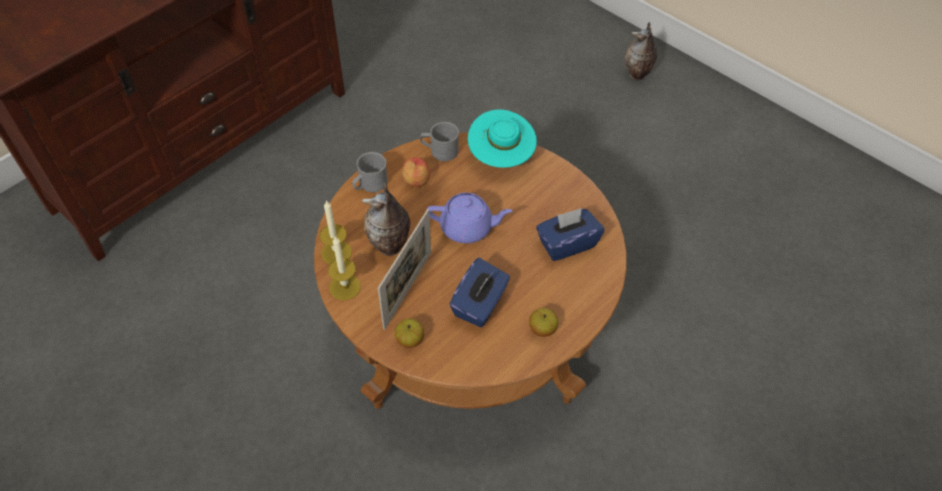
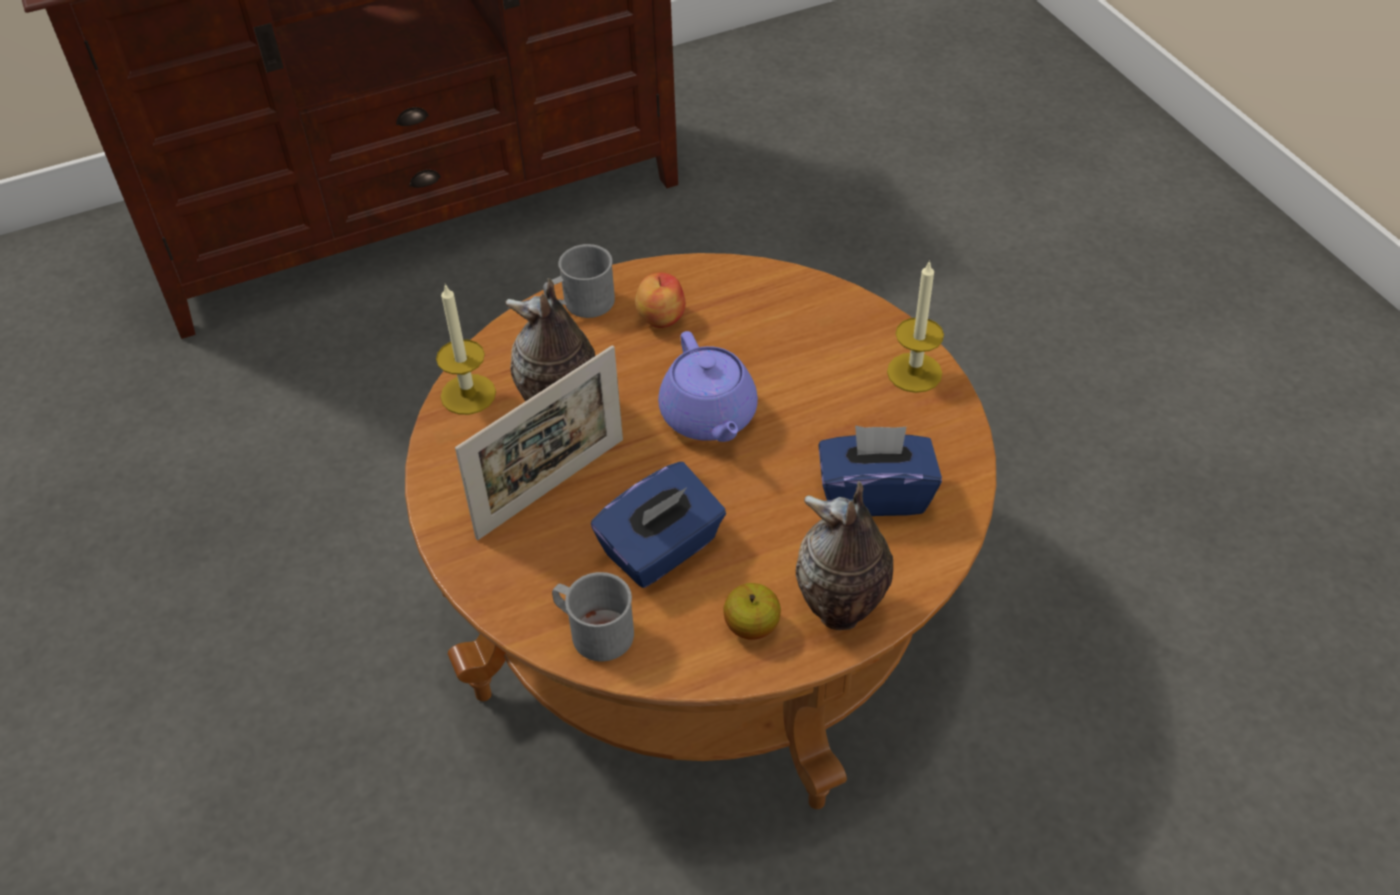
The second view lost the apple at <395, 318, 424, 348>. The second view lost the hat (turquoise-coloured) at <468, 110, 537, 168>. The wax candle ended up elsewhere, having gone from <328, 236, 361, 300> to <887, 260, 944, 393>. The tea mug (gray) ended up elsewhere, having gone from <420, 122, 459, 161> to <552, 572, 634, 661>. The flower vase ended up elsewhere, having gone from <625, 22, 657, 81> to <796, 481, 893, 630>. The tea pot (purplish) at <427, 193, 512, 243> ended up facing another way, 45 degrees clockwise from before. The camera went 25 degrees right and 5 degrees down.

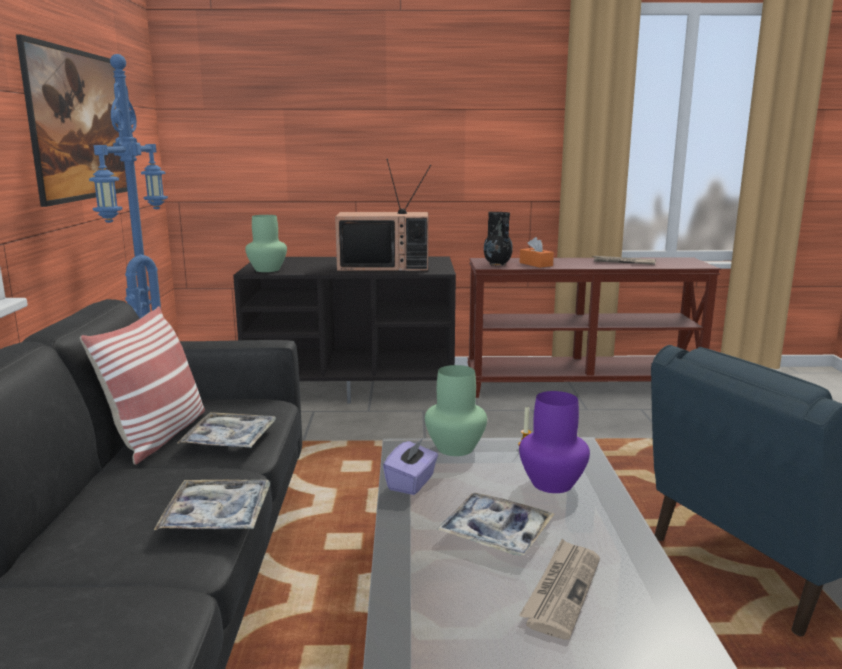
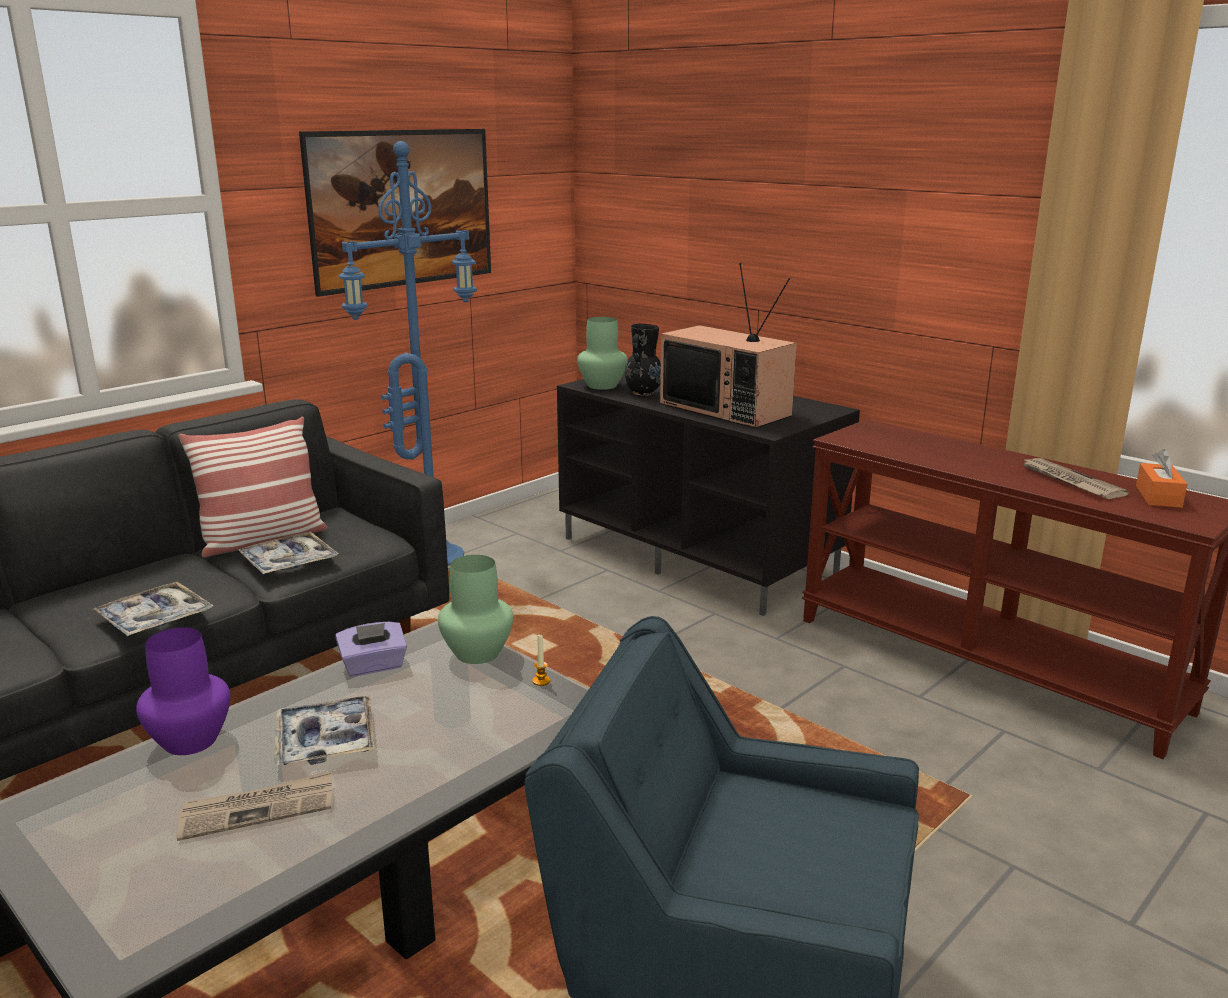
The flower vase (black) ended up elsewhere, having gone from <484, 211, 513, 266> to <625, 323, 661, 396>. The flower vase (purplish) ended up elsewhere, having gone from <519, 391, 590, 493> to <136, 627, 230, 755>. The tissue holder (orange-coloured) ended up elsewhere, having gone from <520, 237, 554, 268> to <1136, 449, 1187, 508>. The camera went 45 degrees right and 5 degrees up.

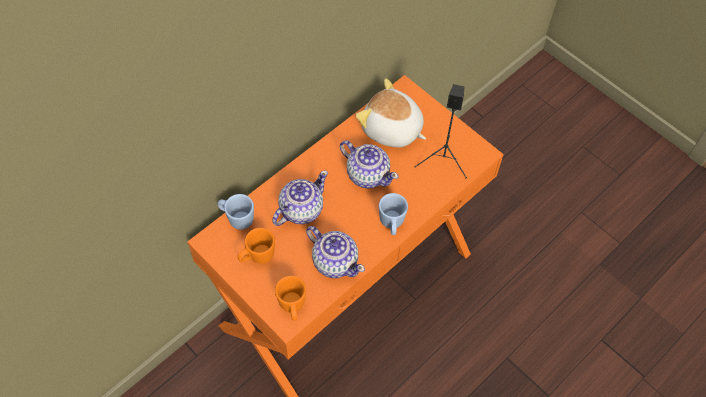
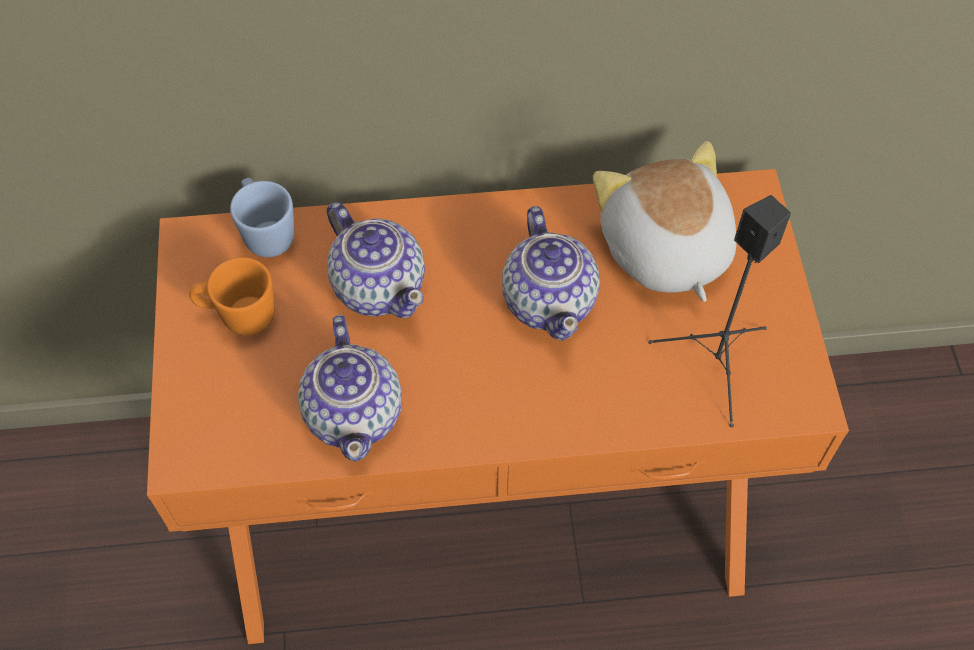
The second view lost the tea mug (orange-coloured) at <275, 276, 306, 321>. The second view lost the tea mug (blue-coloured) at <379, 193, 408, 235>. The tea pot at <272, 171, 328, 226> ended up facing another way, 60 degrees clockwise from before. The camera went 40 degrees right and 0 degrees up.

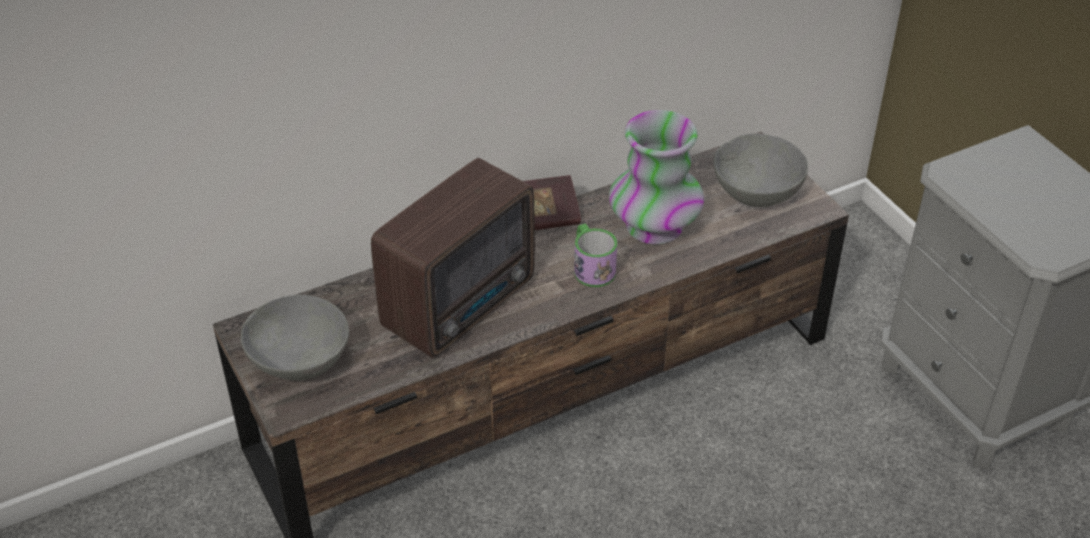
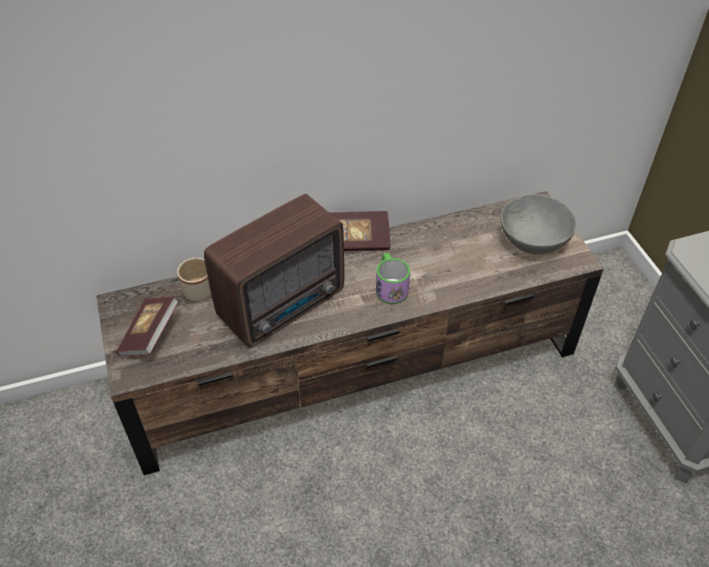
The second view lost the flower vase at <609, 110, 704, 244>. The second view gained the tea mug (beige-coloured) at <177, 258, 211, 302>. Where the deep dish (gray) stood at <241, 295, 349, 381>, the bound book came to stand at <116, 296, 179, 357>. The camera went 10 degrees right and 5 degrees up.

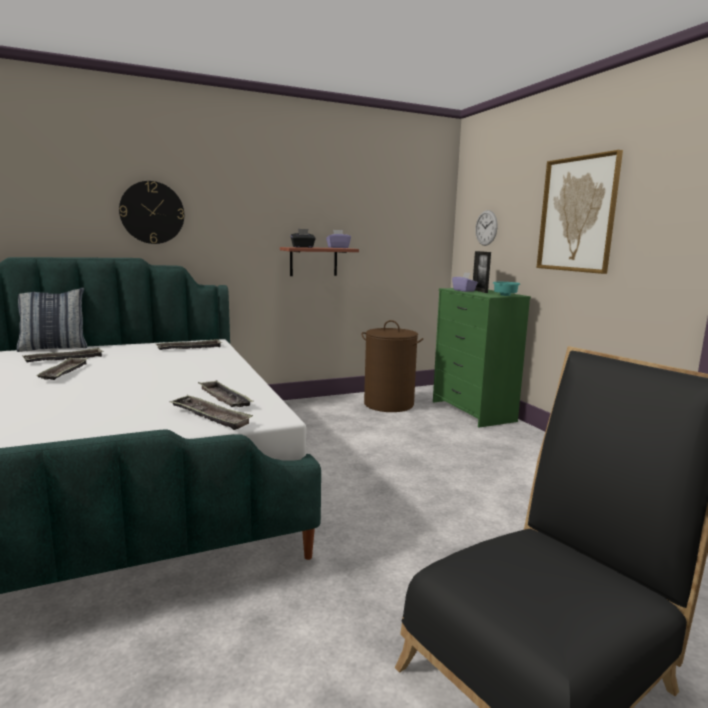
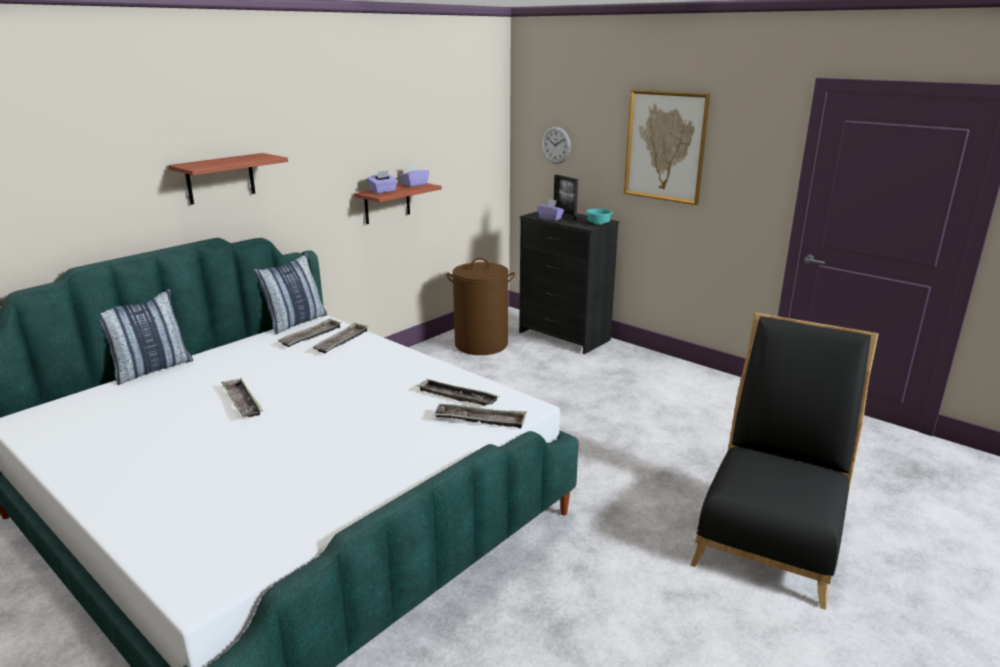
The second view gained the cushion at <254, 253, 327, 335>. The tray ended up elsewhere, having gone from <22, 348, 104, 363> to <312, 322, 368, 353>. Where the clock on the wall hung at <119, 181, 184, 244>, the shelf came to hang at <168, 153, 288, 205>. What was the tissue holder (black) at <291, 229, 316, 248> turned into the tissue holder (purplish) at <367, 171, 398, 194>. What was the dresser (green-coloured) at <433, 288, 531, 428> turned into the dresser (black) at <519, 211, 619, 354>. The camera went 25 degrees left and 10 degrees up.

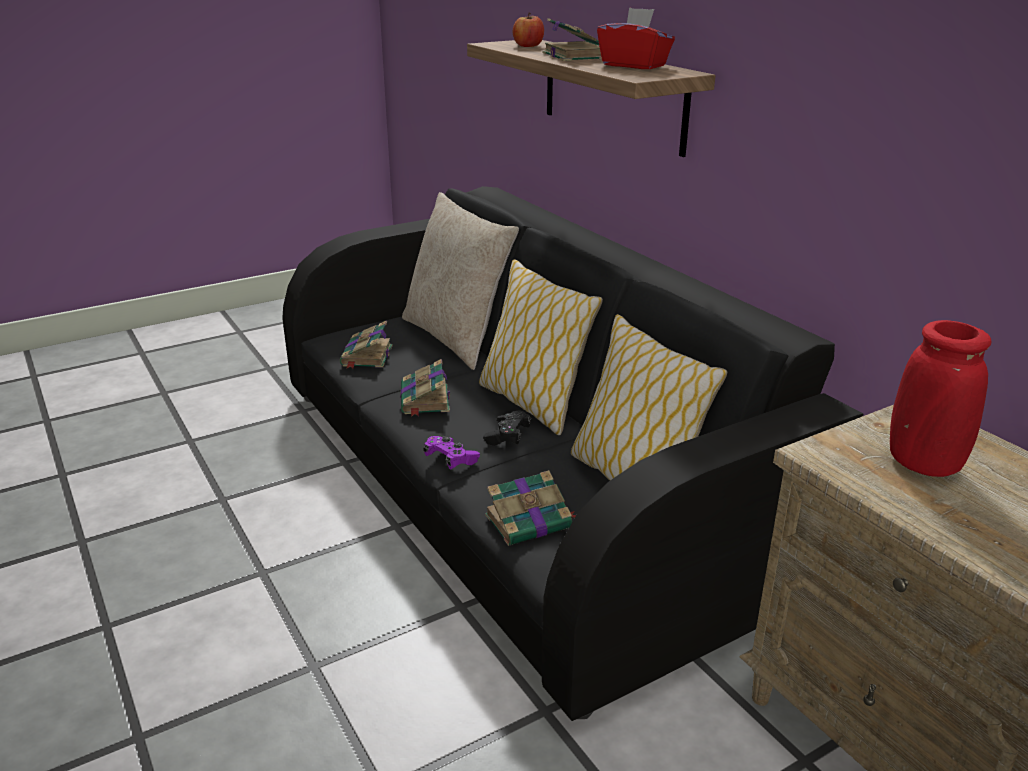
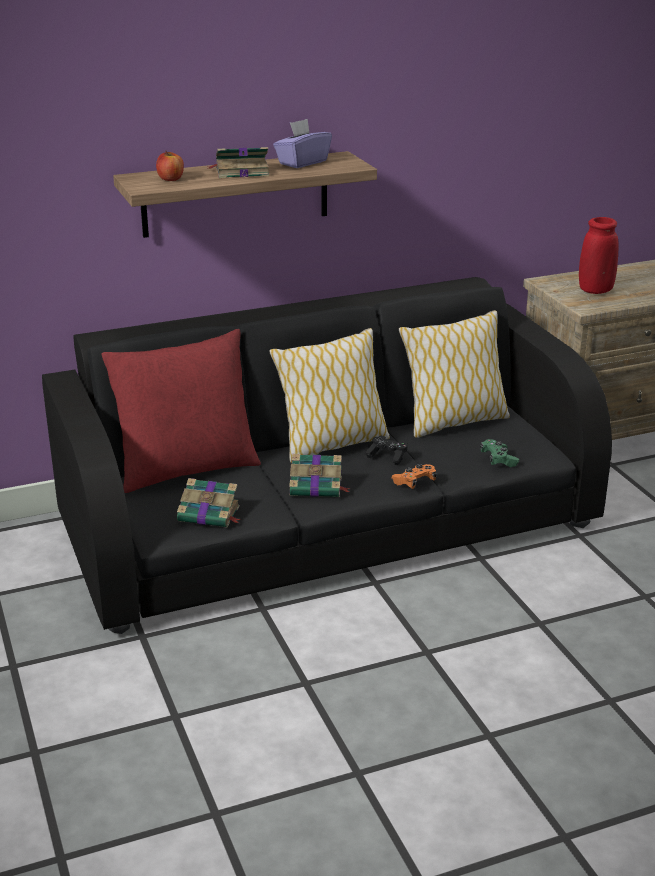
Where the bound book stood at <485, 470, 576, 546>, the game controller (green-coloured) came to stand at <480, 439, 519, 467>. What was the cushion (beige-coloured) at <402, 192, 519, 370> turned into the cushion (red) at <101, 329, 261, 493>. What was the game controller (purplish) at <423, 436, 480, 470> turned into the game controller (orange-coloured) at <392, 464, 437, 489>. What was the tissue holder (red) at <597, 7, 675, 69> turned into the tissue holder (purplish) at <273, 119, 332, 168>. The camera went 80 degrees left and 0 degrees up.

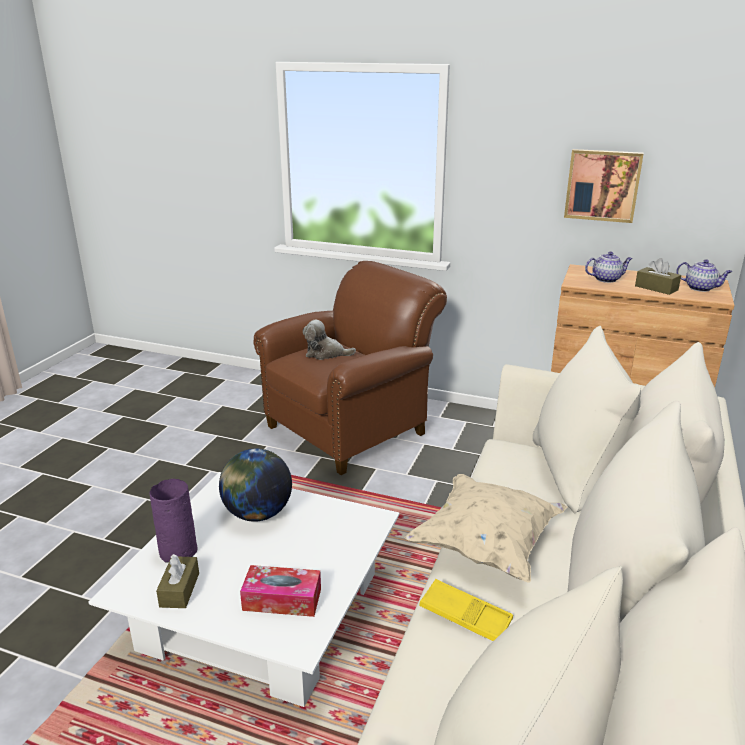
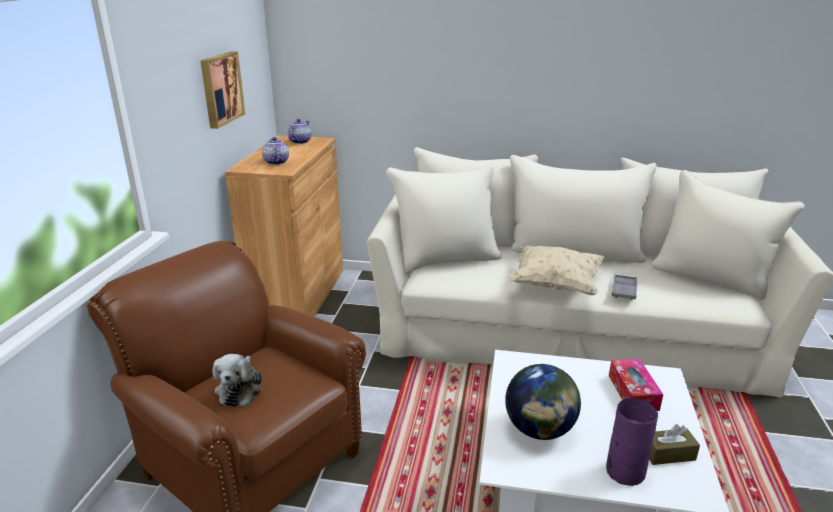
The second view lost the tissue holder (brownish) at <635, 258, 681, 295>. What was the tray (yellow-coloured) at <419, 579, 513, 641> turned into the tray (gray) at <612, 274, 637, 300>. The camera went 100 degrees left and 0 degrees up.

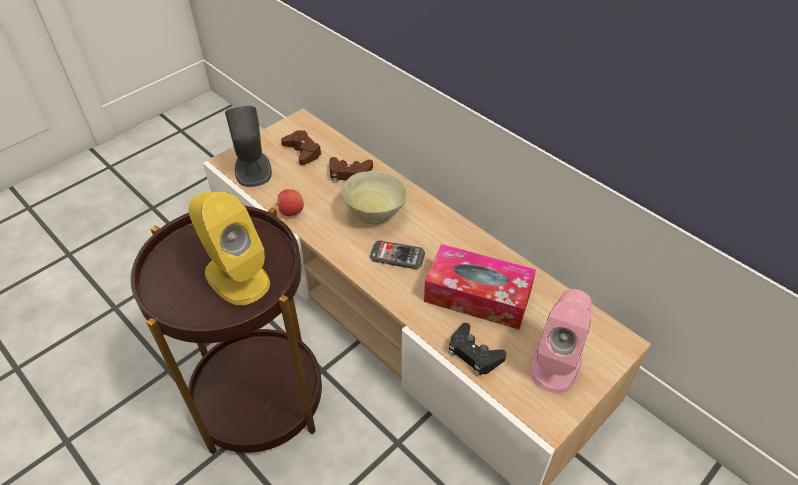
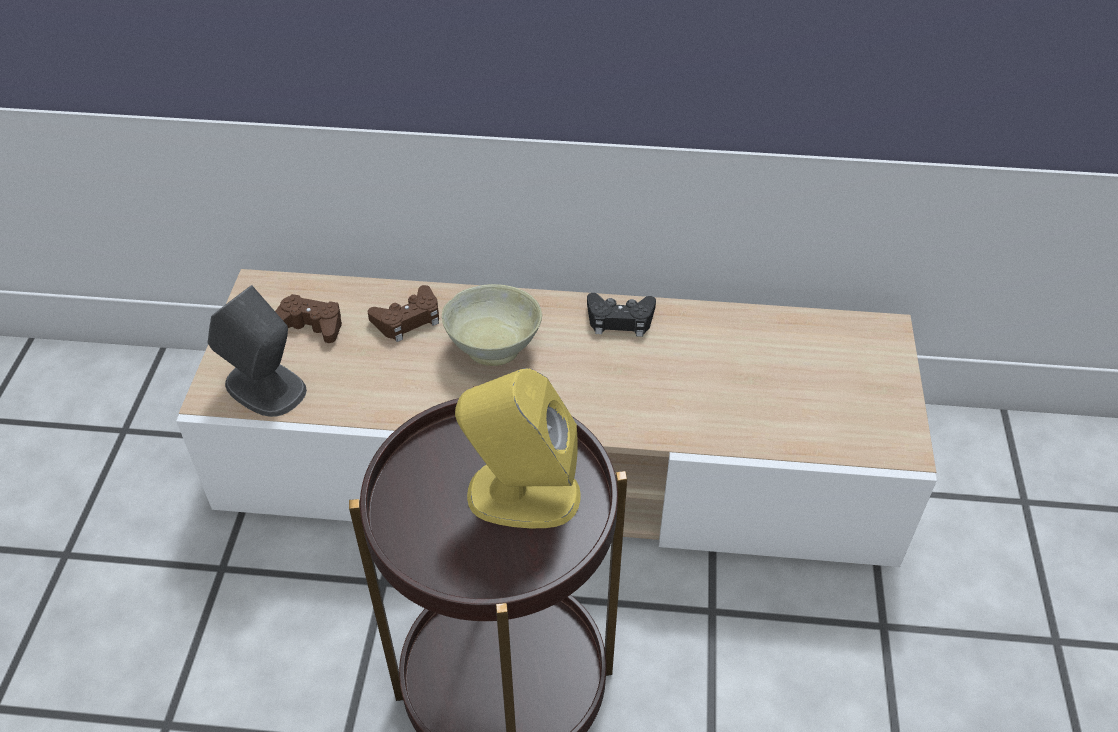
The second view lost the apple at <276, 189, 304, 216>. The second view lost the handset at <370, 240, 425, 269>. The second view lost the tissue holder at <424, 244, 536, 330>. The second view lost the speaker (pinkish) at <530, 289, 592, 393>. The game controller (black) ended up elsewhere, having gone from <448, 323, 506, 377> to <587, 293, 656, 337>. The camera went 40 degrees left and 0 degrees up.

